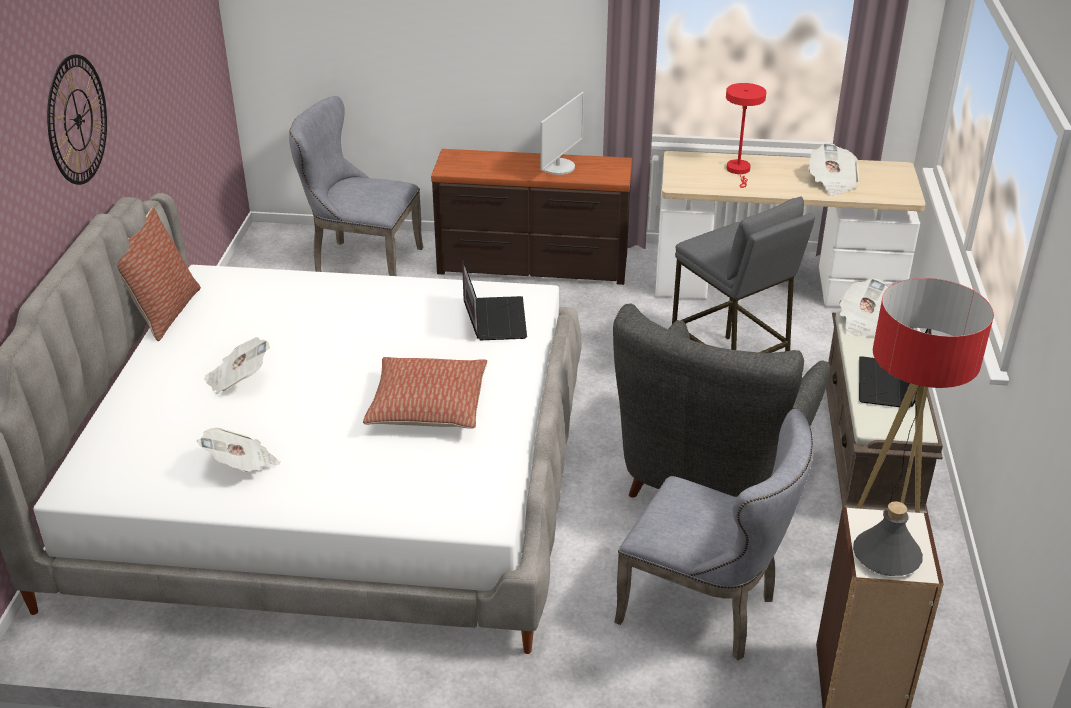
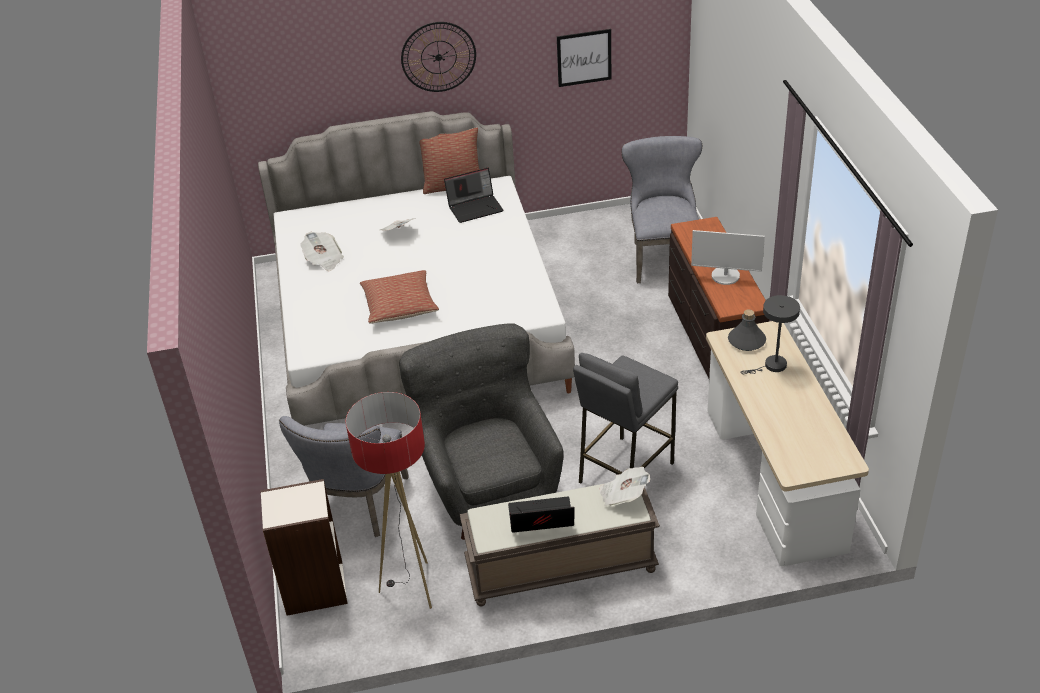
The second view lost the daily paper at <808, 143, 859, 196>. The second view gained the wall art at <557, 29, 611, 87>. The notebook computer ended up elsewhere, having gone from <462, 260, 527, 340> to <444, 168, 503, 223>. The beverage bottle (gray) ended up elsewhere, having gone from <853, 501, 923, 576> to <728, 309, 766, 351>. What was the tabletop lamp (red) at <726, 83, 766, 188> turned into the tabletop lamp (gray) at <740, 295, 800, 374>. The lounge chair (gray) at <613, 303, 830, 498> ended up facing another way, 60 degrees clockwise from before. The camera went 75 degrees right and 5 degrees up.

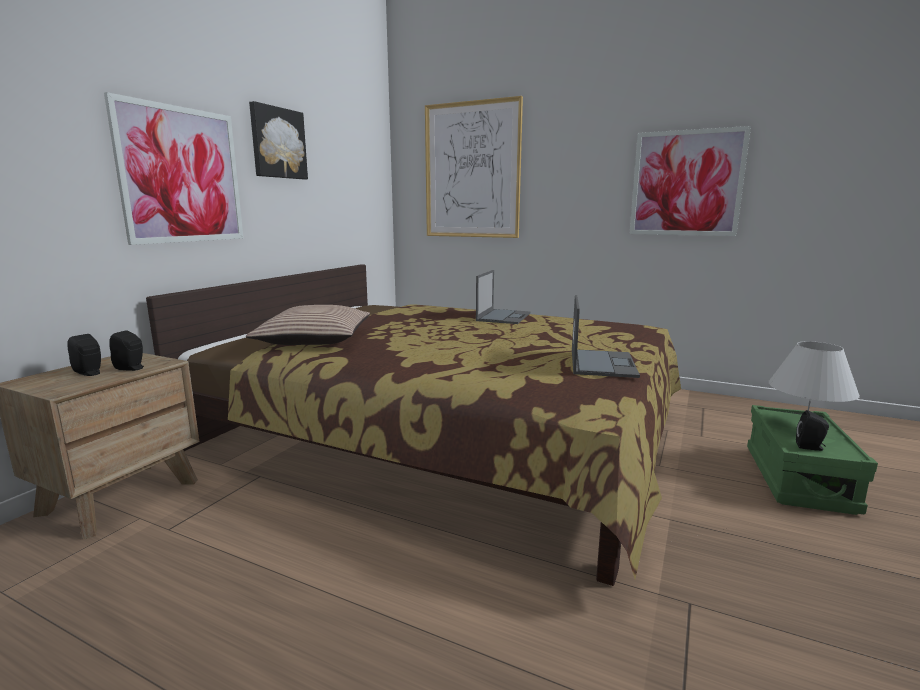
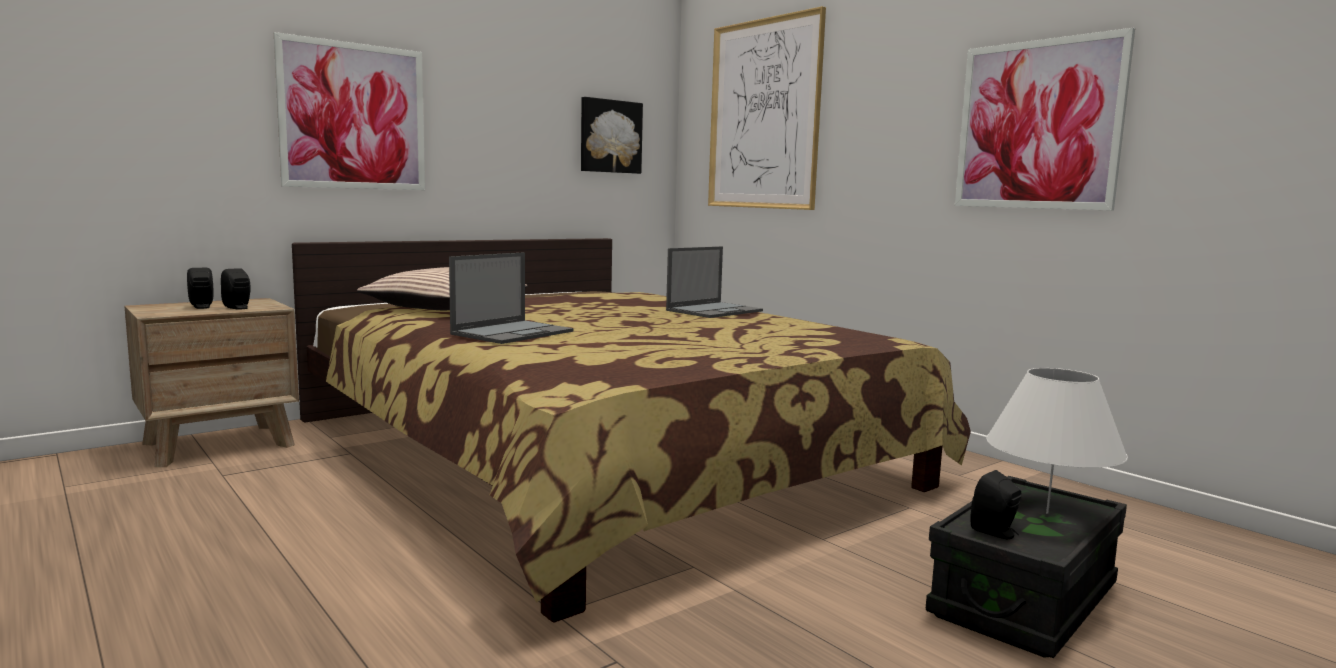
The wall art ended up elsewhere, having gone from <249, 101, 308, 179> to <581, 97, 643, 174>. The notebook computer ended up elsewhere, having gone from <572, 295, 640, 378> to <449, 252, 574, 344>. What was the storage container (green-coloured) at <747, 405, 878, 515> turned into the storage container (black) at <926, 476, 1127, 658>. The camera went 25 degrees right and 5 degrees down.

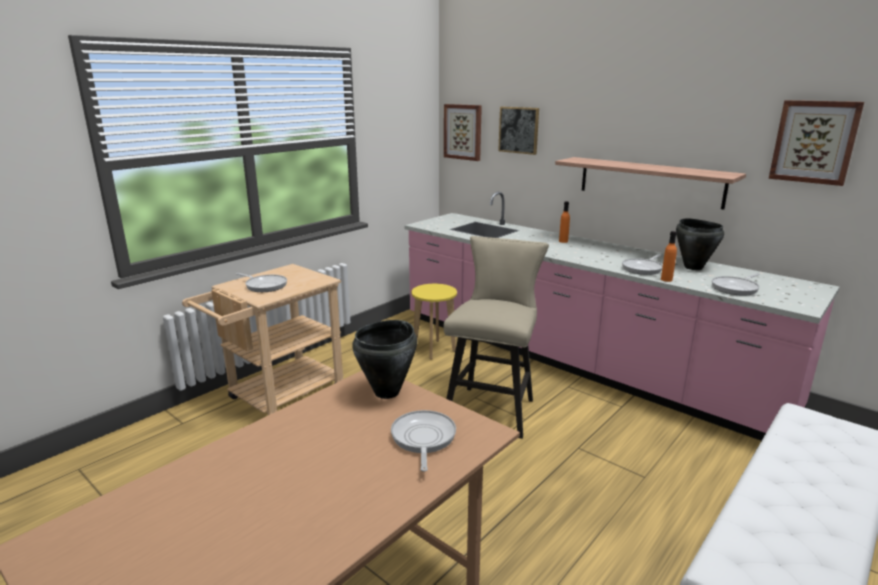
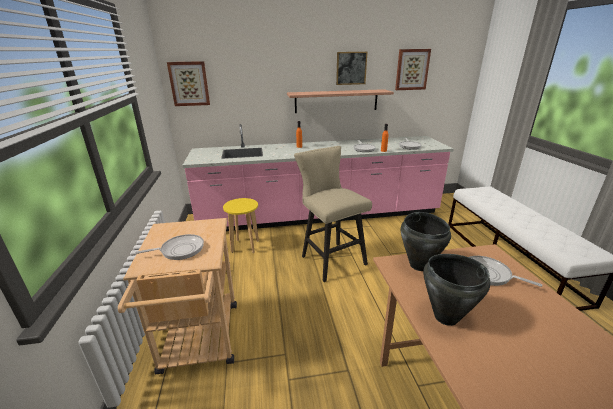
The wall art ended up elsewhere, having gone from <498, 107, 539, 155> to <336, 52, 367, 85>. The cooking pot (black) ended up elsewhere, having gone from <676, 218, 724, 270> to <423, 254, 490, 326>. The camera went 50 degrees left and 5 degrees up.

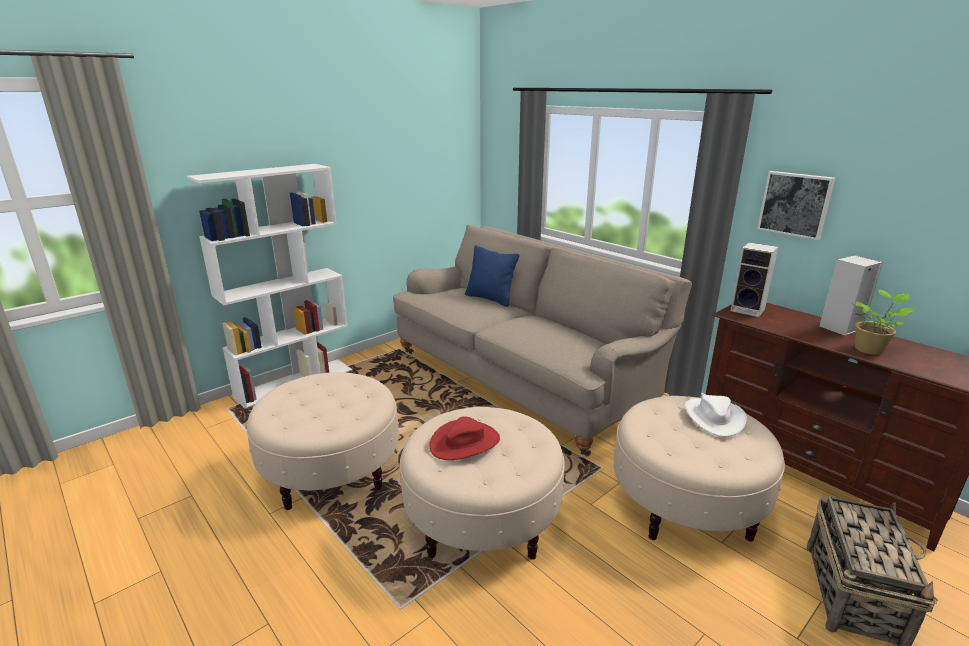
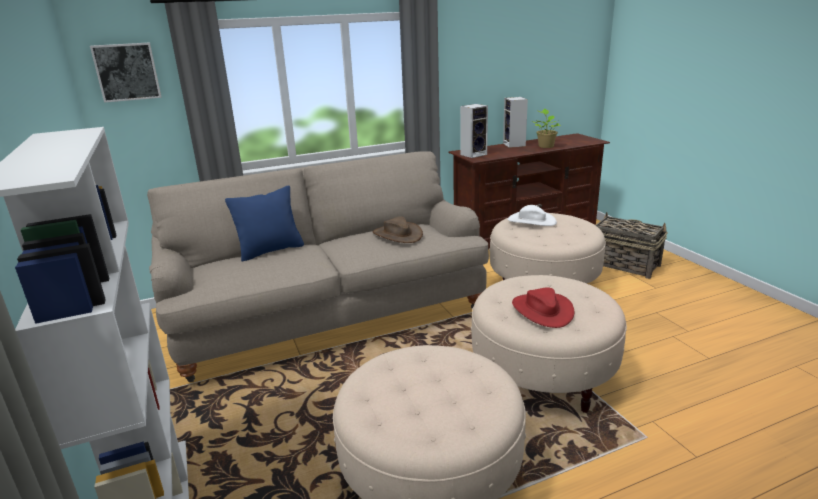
The second view gained the hat (brownish) at <373, 216, 423, 243>. The wall art ended up elsewhere, having gone from <757, 171, 835, 240> to <90, 42, 162, 103>. The camera went 70 degrees left and 0 degrees up.

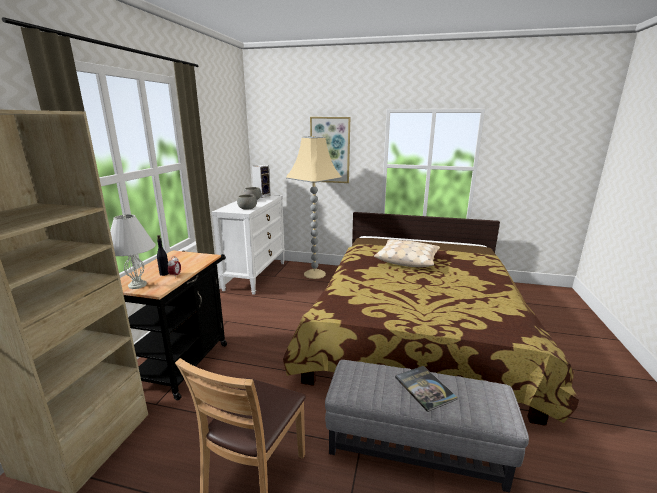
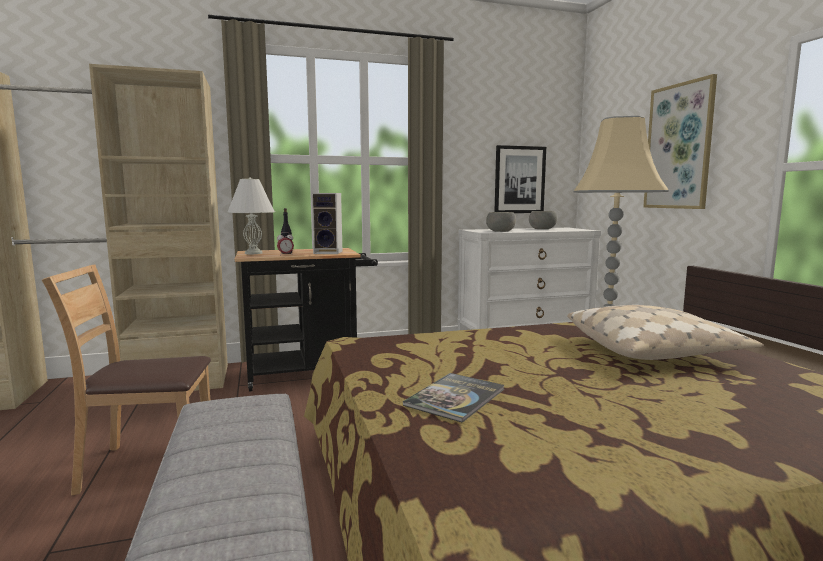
The second view gained the wall art at <494, 145, 546, 213>. The speaker ended up elsewhere, having gone from <252, 165, 271, 198> to <311, 193, 342, 254>. The bound book ended up elsewhere, having gone from <395, 366, 458, 412> to <403, 373, 504, 423>. The camera went 60 degrees right and 10 degrees down.

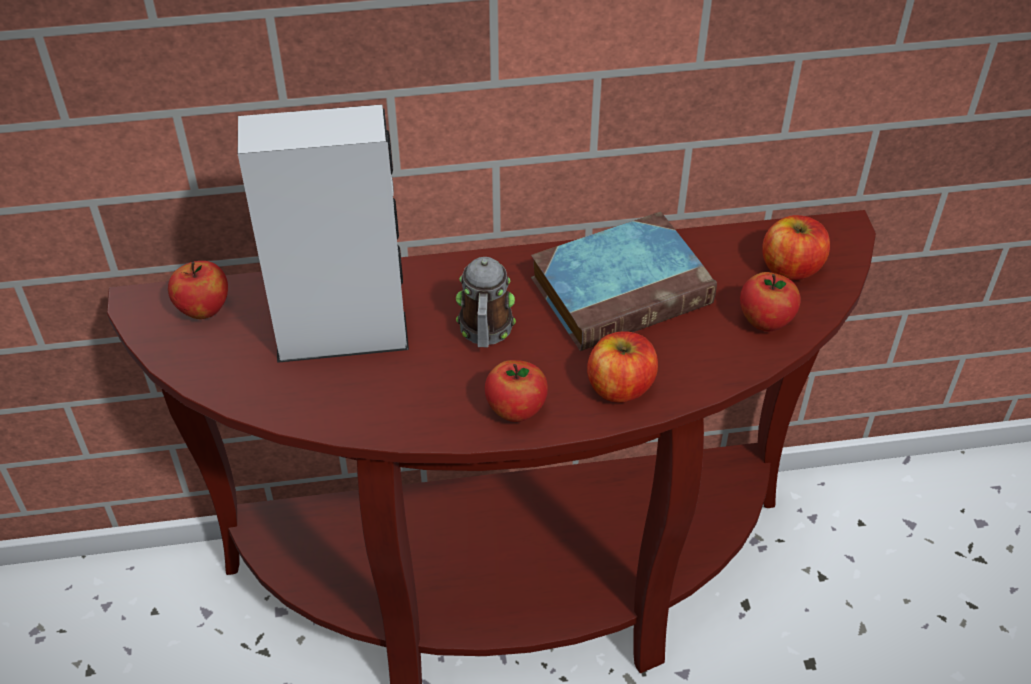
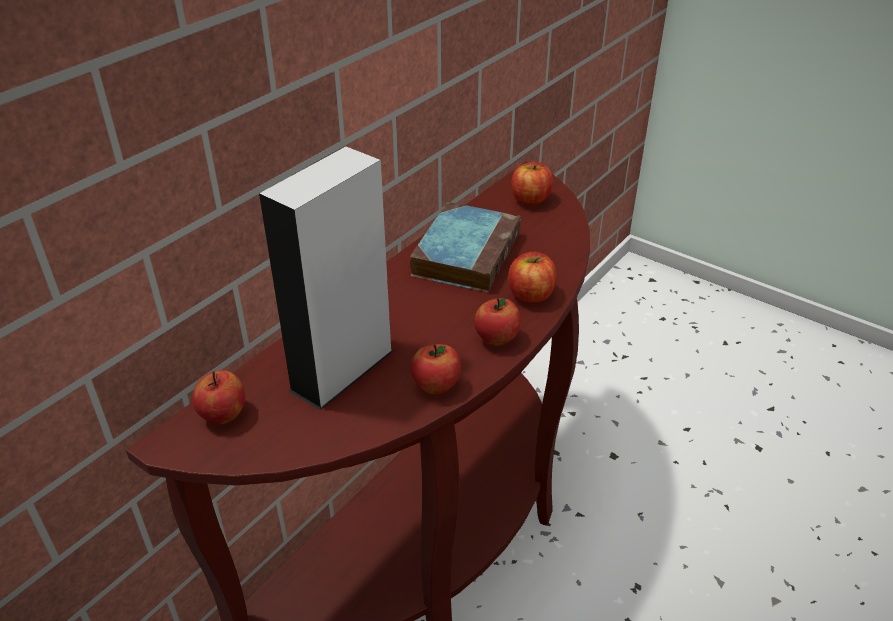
The second view lost the tea mug at <456, 257, 516, 347>. The apple ended up elsewhere, having gone from <740, 272, 801, 331> to <410, 344, 461, 395>. The camera went 45 degrees left and 10 degrees down.

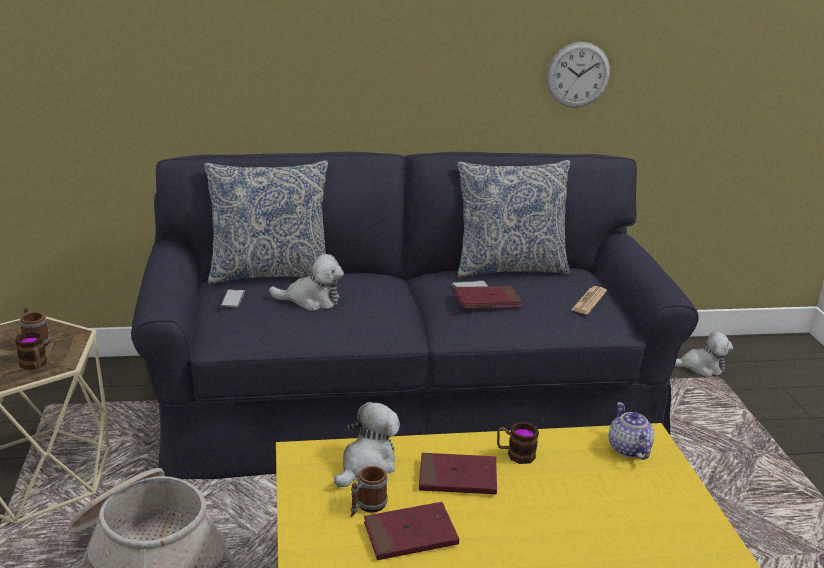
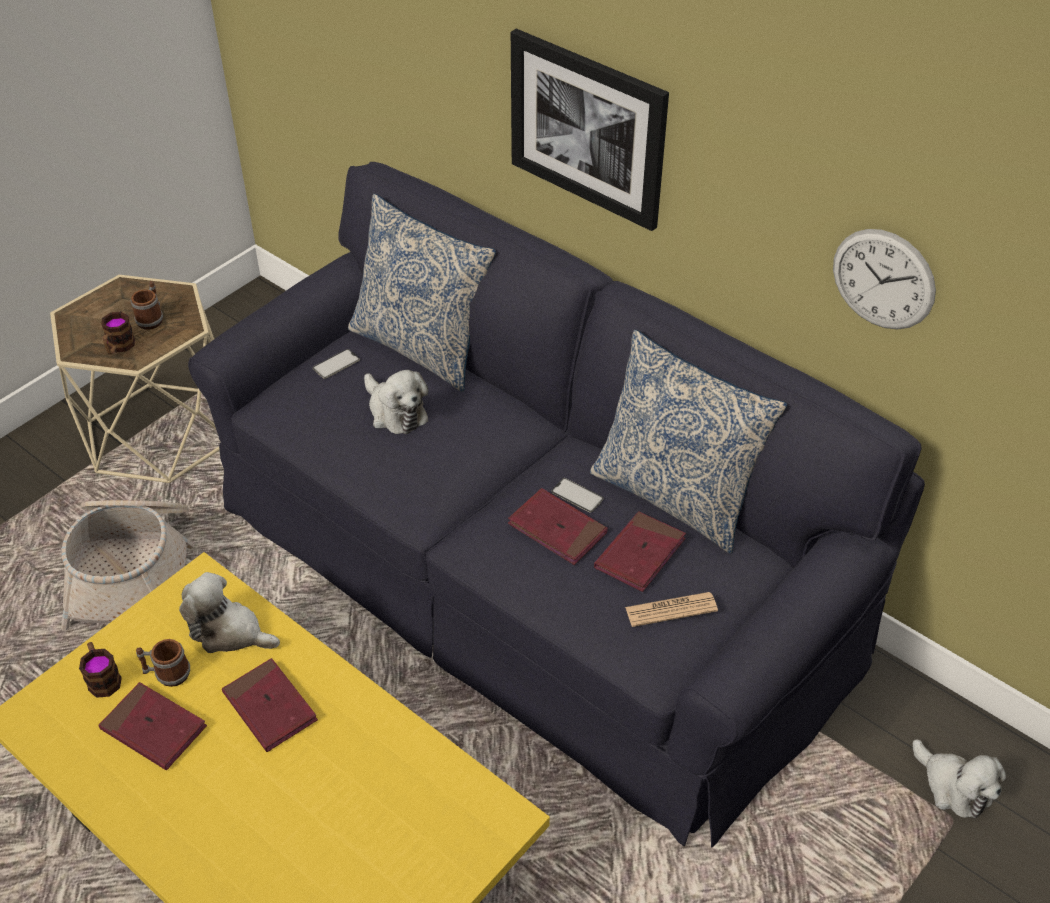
The second view lost the tea pot at <608, 402, 655, 460>. The second view gained the wall art at <511, 29, 669, 231>. The second view gained the bound book (red) at <594, 511, 686, 592>. The tea mug ended up elsewhere, having gone from <497, 422, 539, 464> to <79, 642, 122, 698>. The soft toy at <334, 402, 400, 487> ended up facing another way, 150 degrees counterclockwise from before. The camera went 50 degrees right and 20 degrees up.

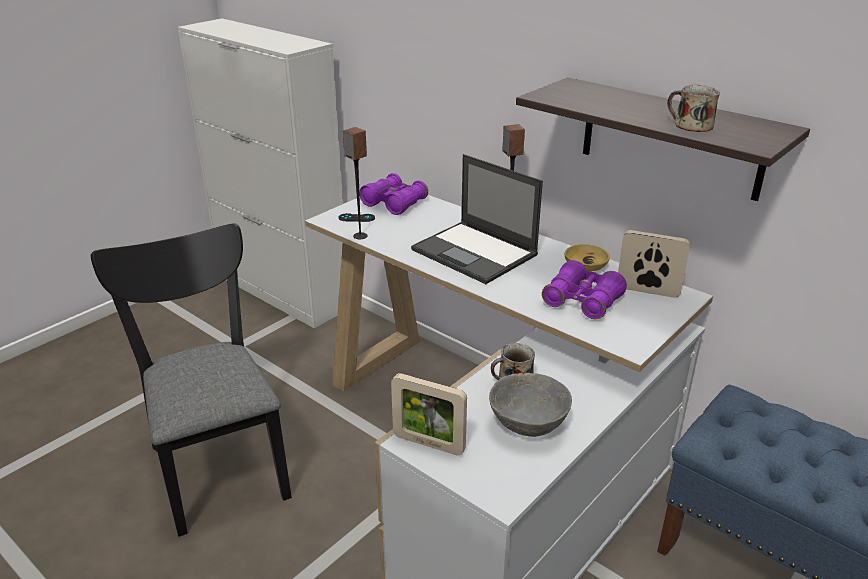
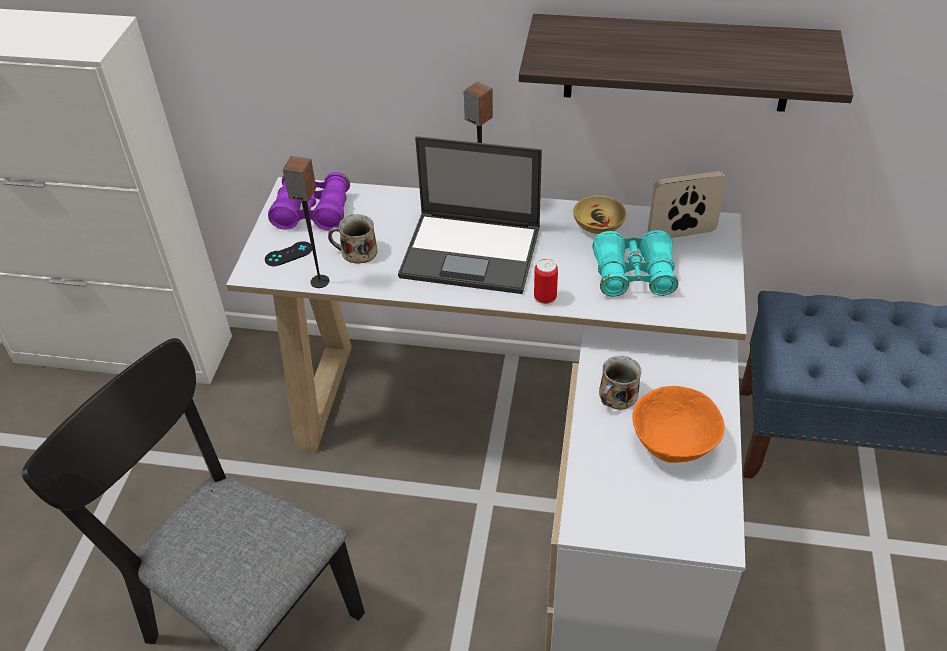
The second view lost the picture frame at <391, 373, 467, 455>. The second view gained the can at <534, 259, 558, 306>. The tea mug ended up elsewhere, having gone from <667, 85, 720, 132> to <328, 214, 377, 264>. What was the deep dish (gray) at <489, 373, 572, 437> turned into the deep dish (orange-coloured) at <632, 386, 725, 463>. What was the binoculars (purplish) at <542, 260, 627, 319> turned into the binoculars (turquoise-coloured) at <592, 230, 678, 297>. The camera went 30 degrees left and 15 degrees up.

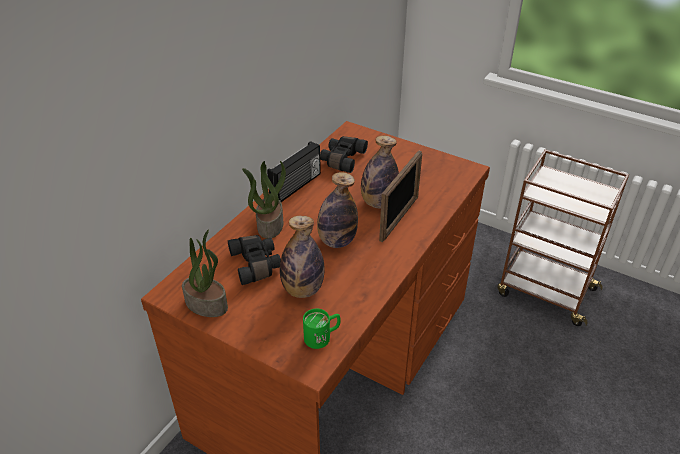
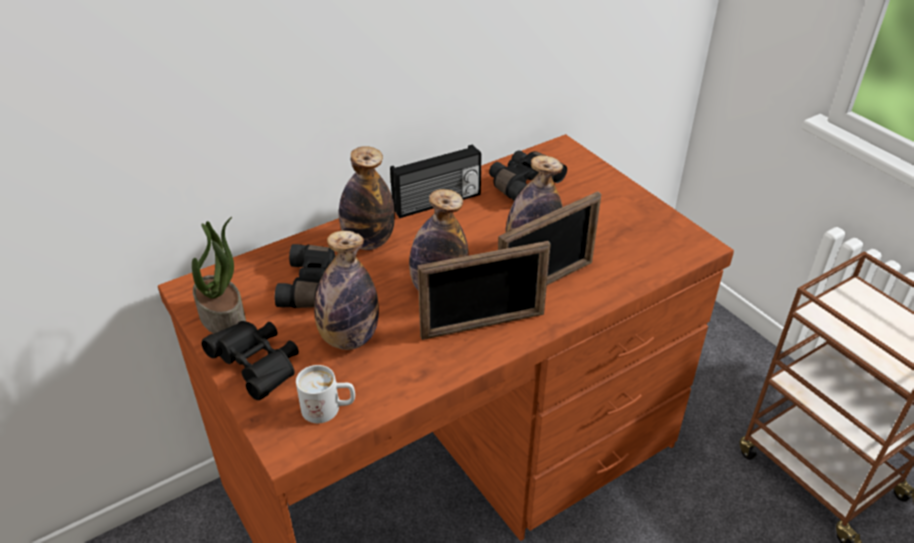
The second view gained the binoculars (black) at <202, 321, 299, 400>. The second view gained the picture frame at <418, 241, 551, 340>. Where the potted plant stood at <242, 161, 286, 239>, the beverage bottle came to stand at <339, 146, 395, 250>. What was the tea mug (green-coloured) at <303, 309, 341, 349> turned into the tea mug (whitish) at <296, 365, 355, 423>. The camera went 25 degrees right and 0 degrees up.

